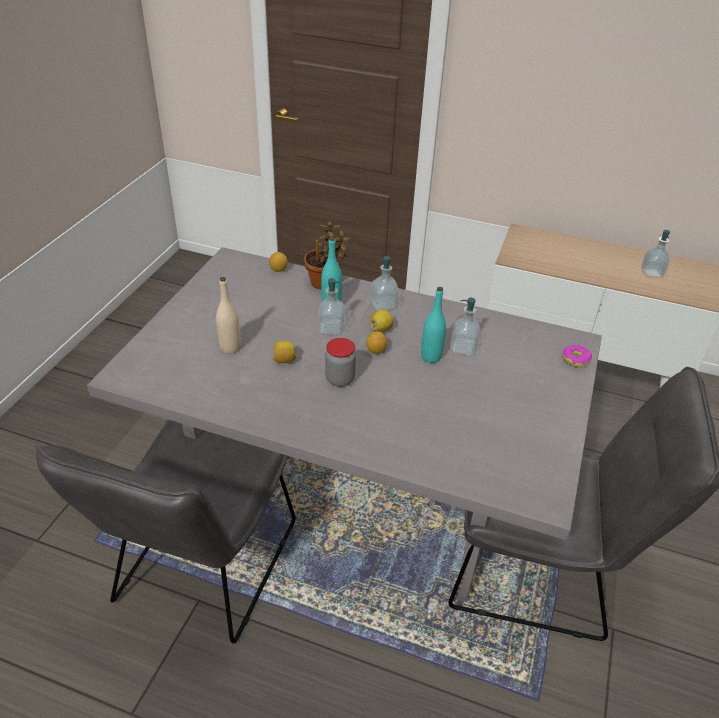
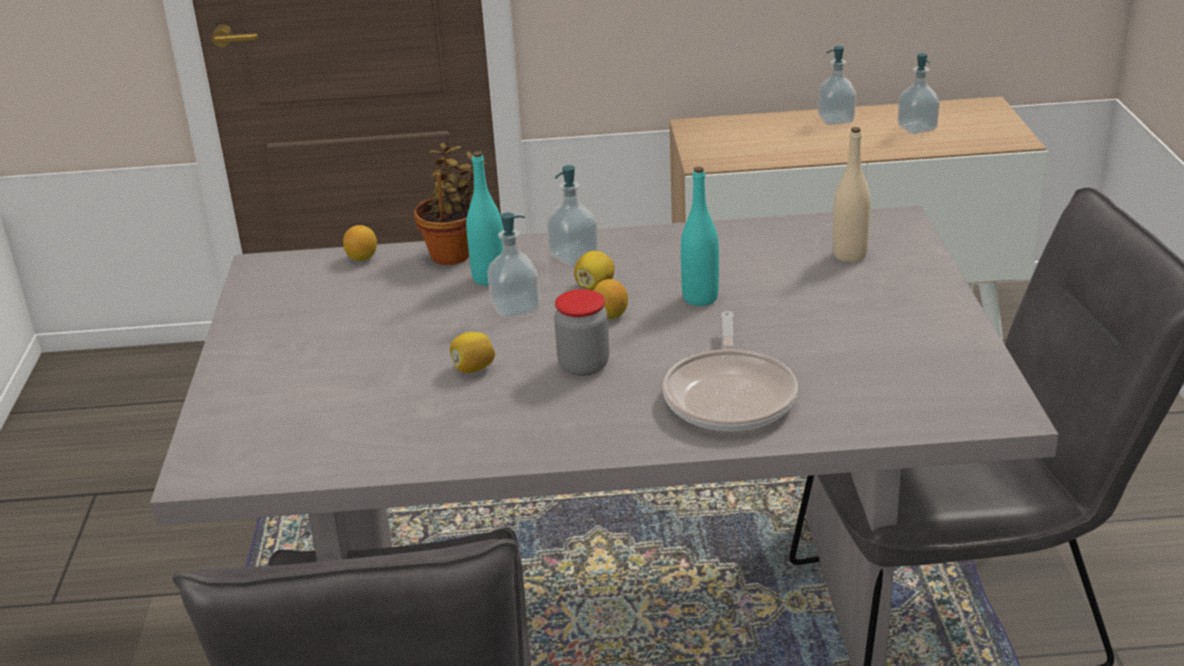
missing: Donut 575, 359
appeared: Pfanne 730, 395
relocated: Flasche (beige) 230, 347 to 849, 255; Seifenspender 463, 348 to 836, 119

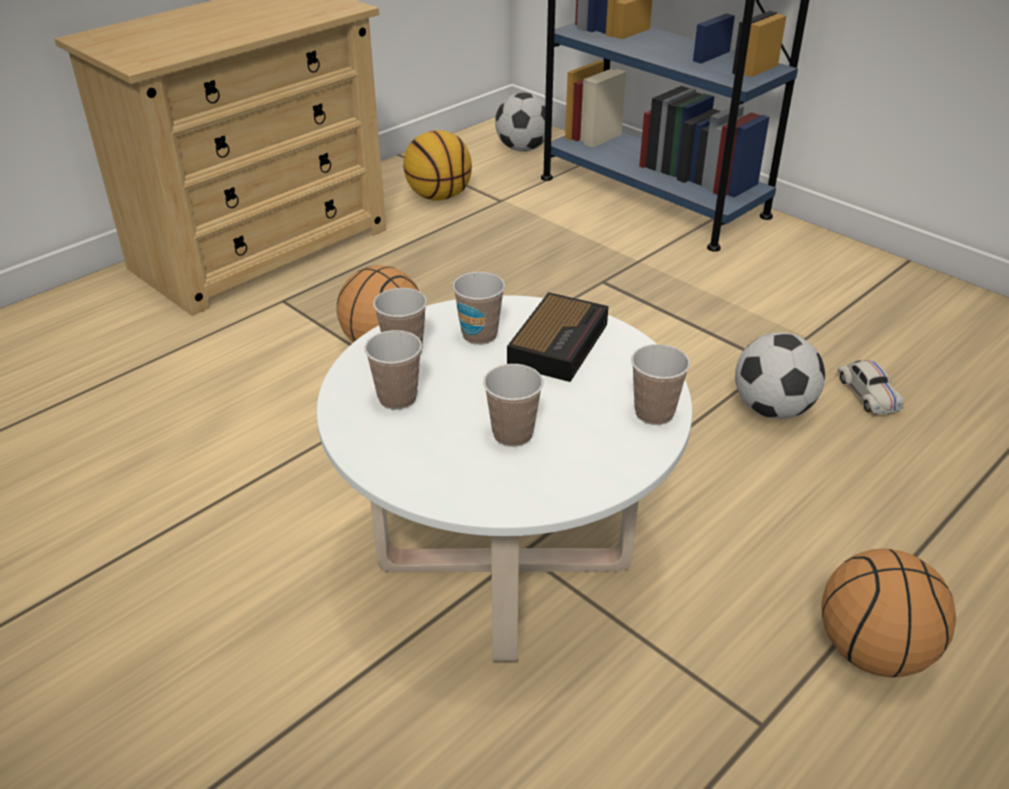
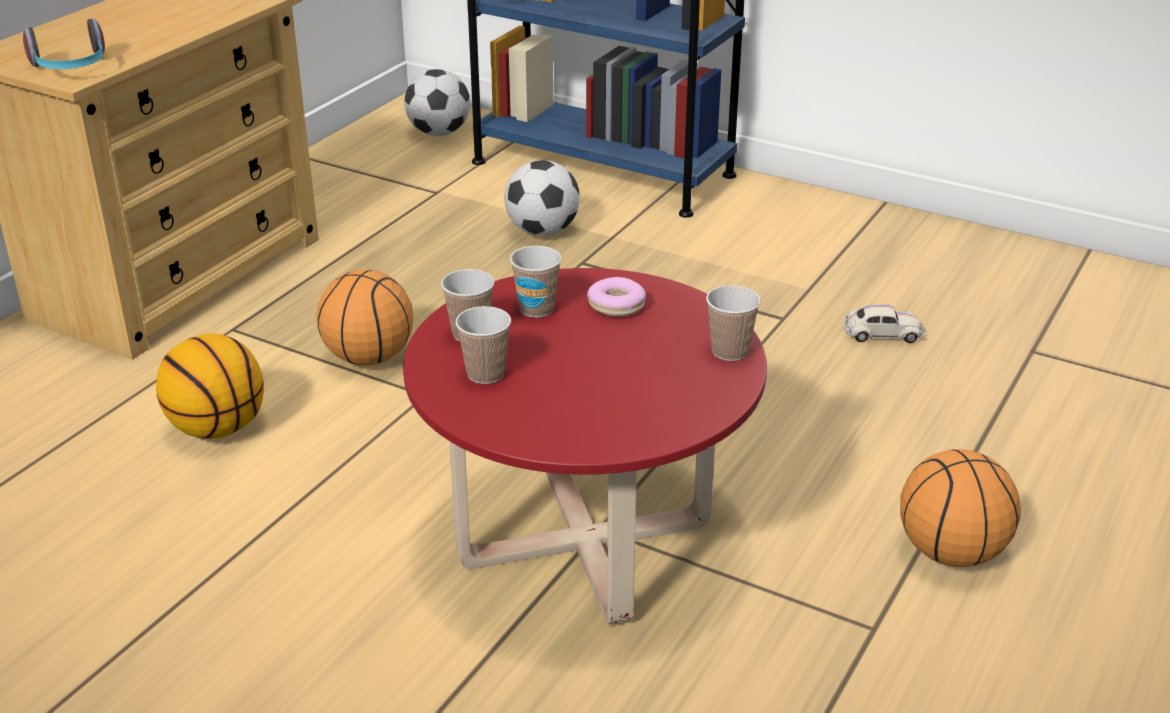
missing: Tasse 512, 434
appeared: Kopfhörer 71, 68
relocated: Basketball 439, 196 to 217, 428; Fußball 772, 409 to 542, 231
exchanged: Wecker 559, 343 to Donut 616, 305
colour: Couchtisch (weiß) 504, 563 to Couchtisch (rot) 584, 541
spun: Spielzeugauto (weiß) 868, 394 = 882, 334 60 degrees counterclockwise

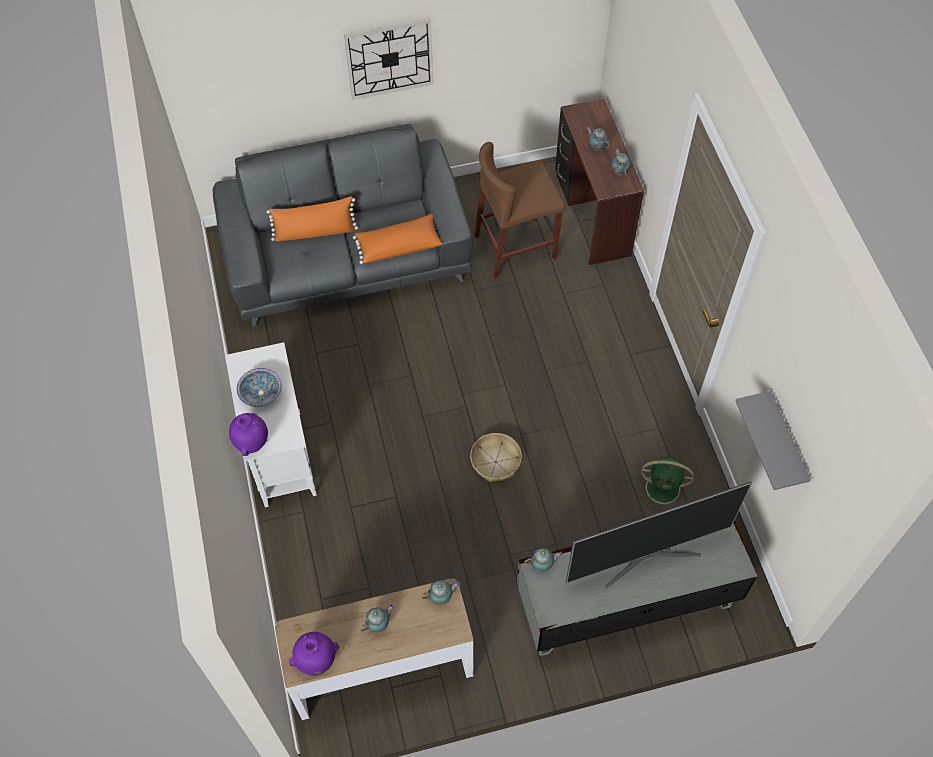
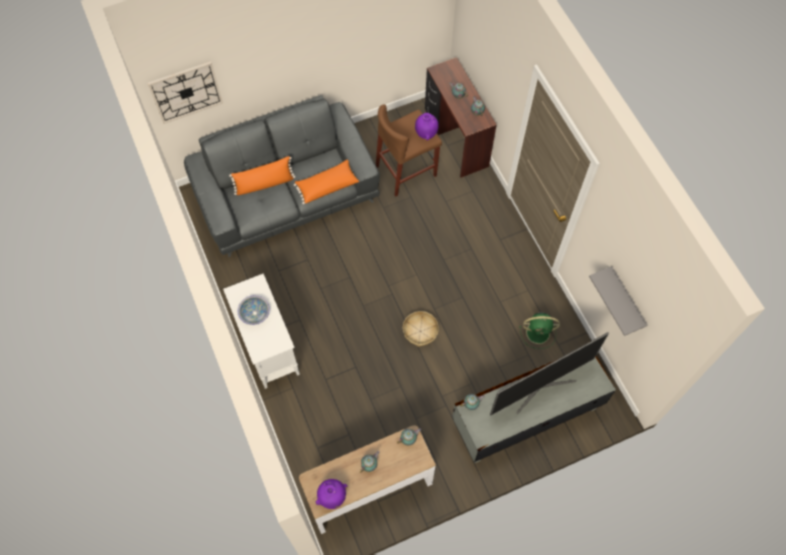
relocated: Wanduhr 389, 58 to 186, 92; Vase (lila) 251, 442 to 426, 133

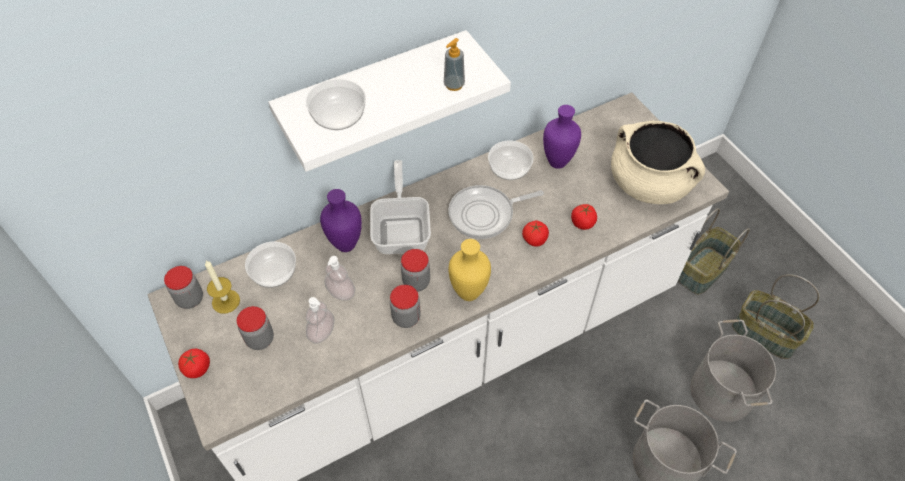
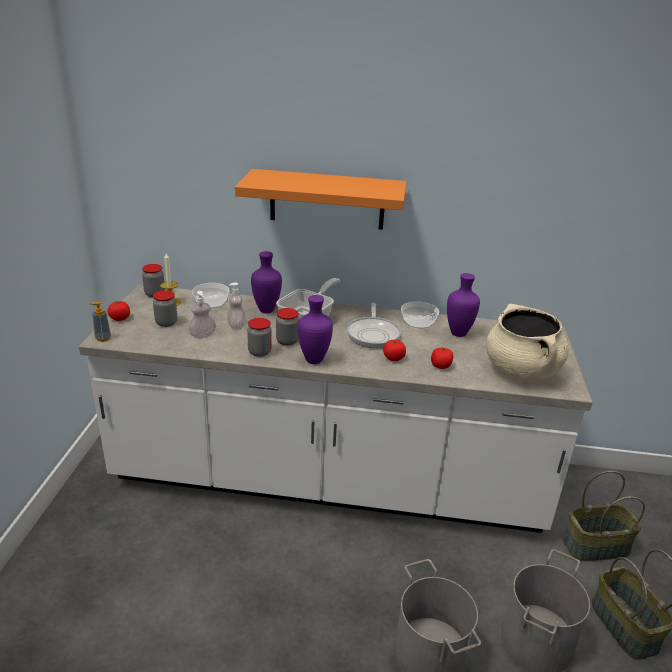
missing: Schüssel 338, 115
relocated: Seifenspender 454, 85 to 103, 338
colour: Wandregal (weiß) 374, 90 to Wandregal (orange) 327, 199; Vase (gelb) 469, 294 to Vase (lila) 313, 361
spun: Pfanne 485, 214 = 373, 334 105 degrees counterclockwise

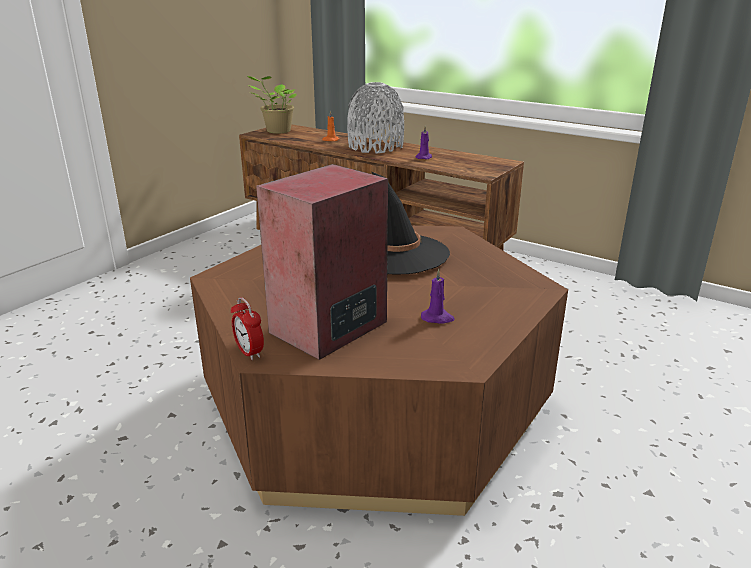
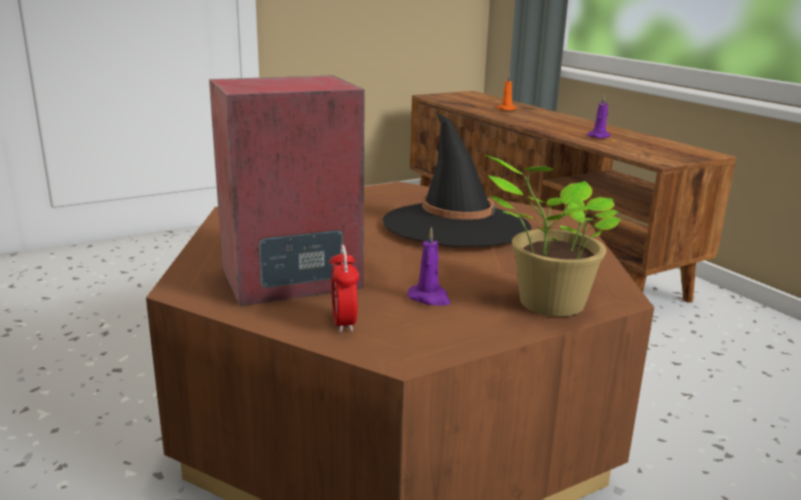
missing: Vase (grau) 375, 146
relocated: Topfpflanze 276, 131 to 546, 304; Wecker 249, 352 to 344, 323

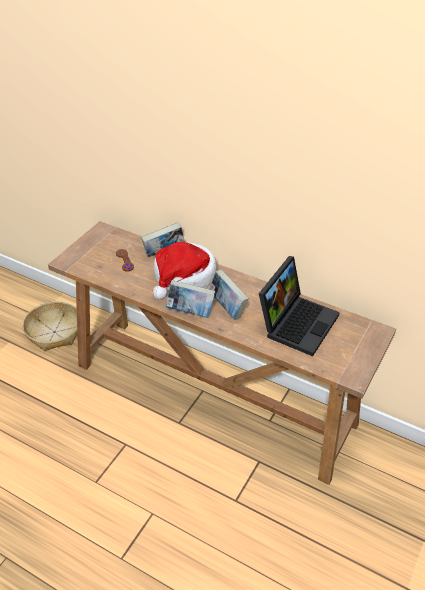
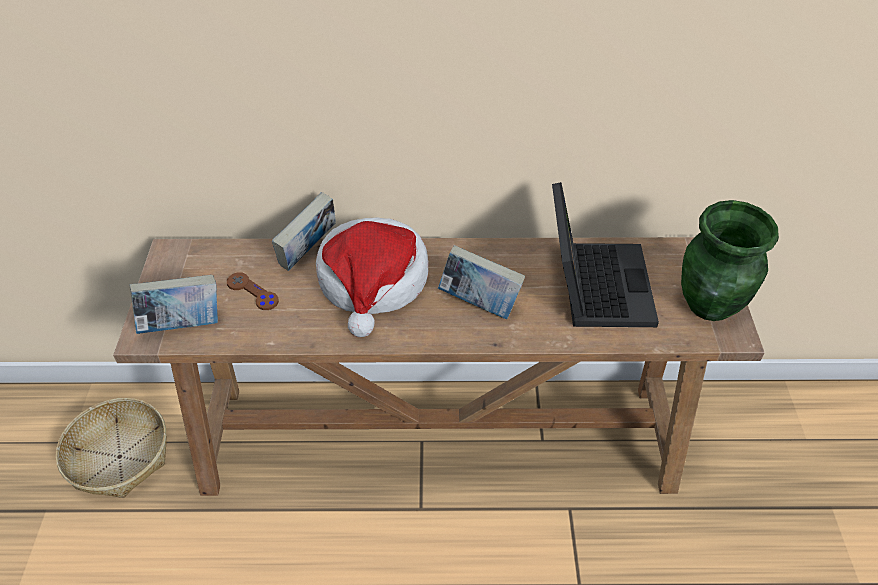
appeared: Vase (grün) 710, 305
relocated: Buch 190, 312 to 183, 325

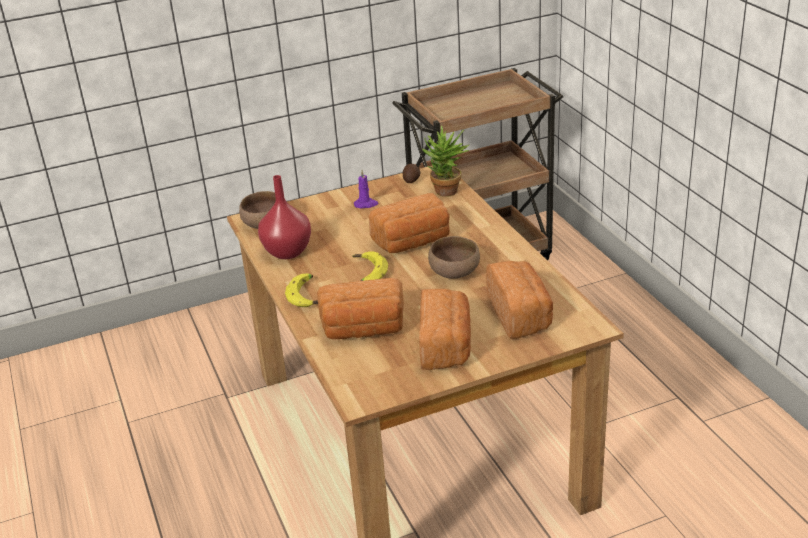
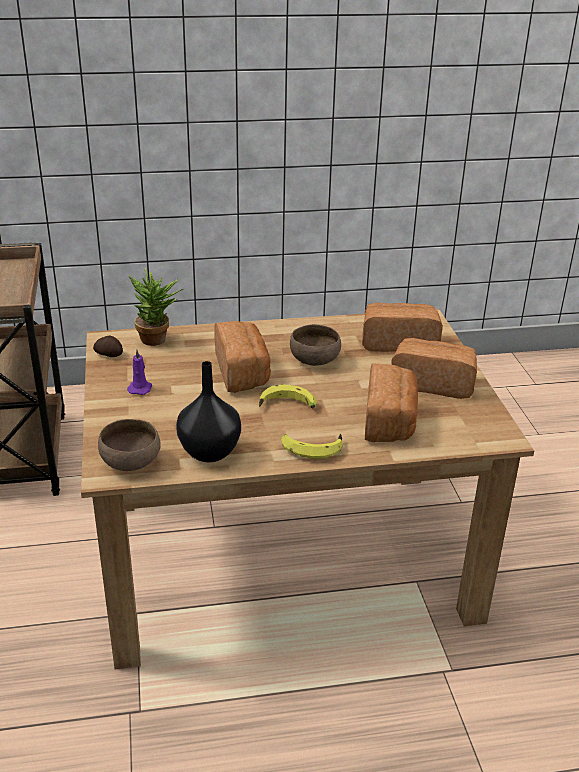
colour: Vase (rot) 287, 252 to Vase (schwarz) 210, 452

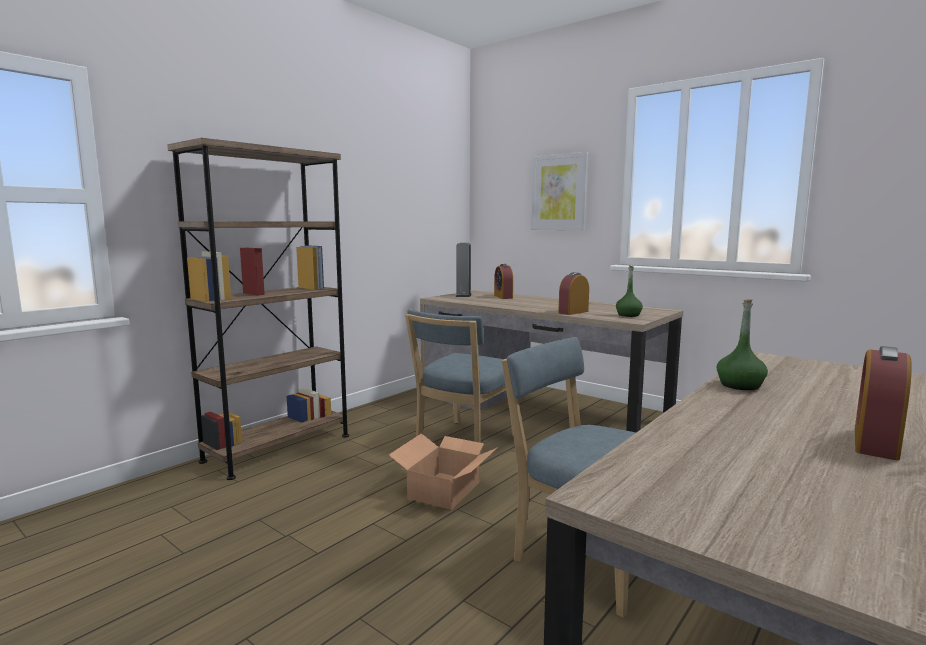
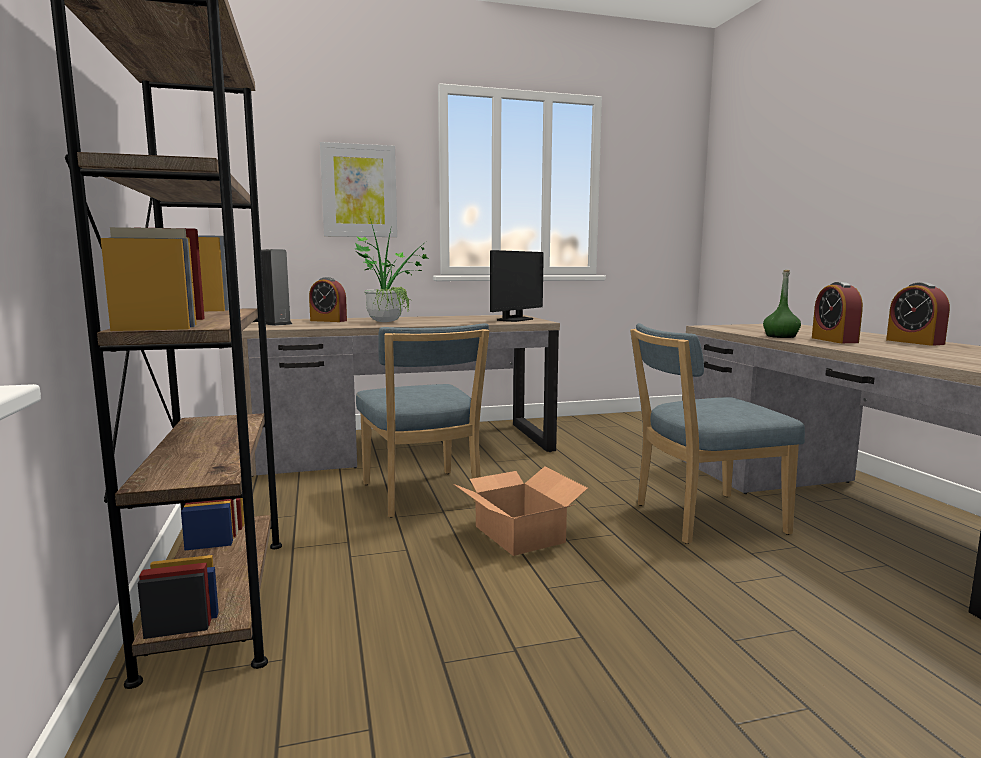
appeared: Topfpflanze 389, 321
relocated: Wecker 573, 312 to 834, 340
exchanged: Flasche (grün) 628, 315 to Monitor 515, 319

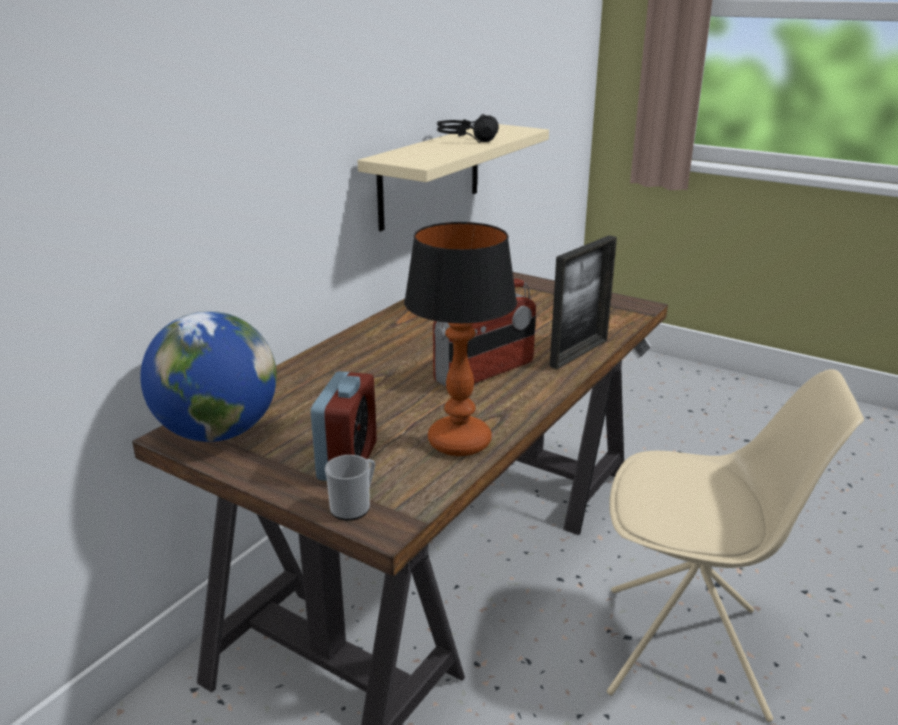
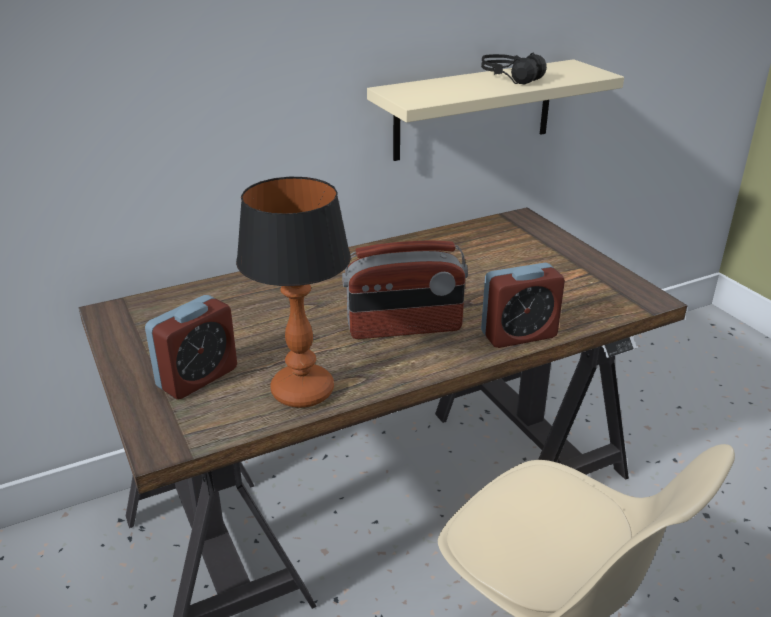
missing: Globus 218, 432; Henkelbecher 354, 507
exchanged: Bilderrahmen 579, 353 to Wecker 518, 335

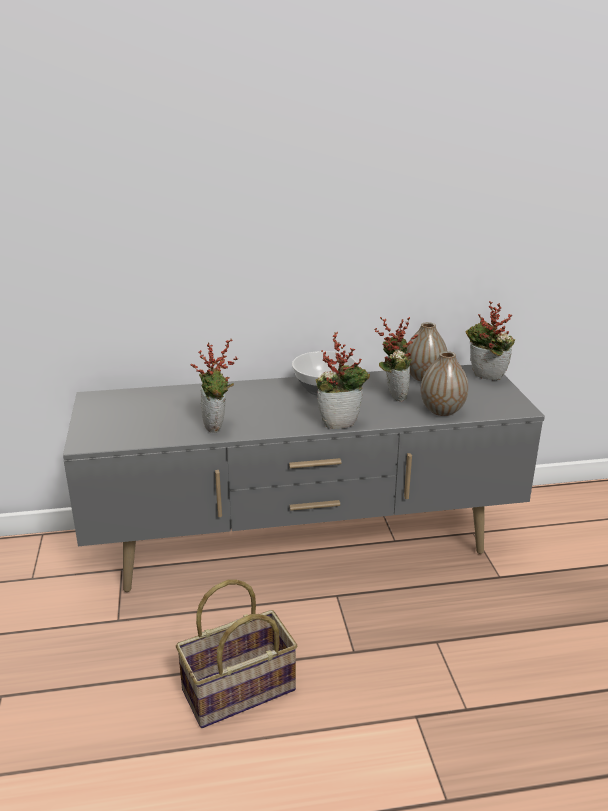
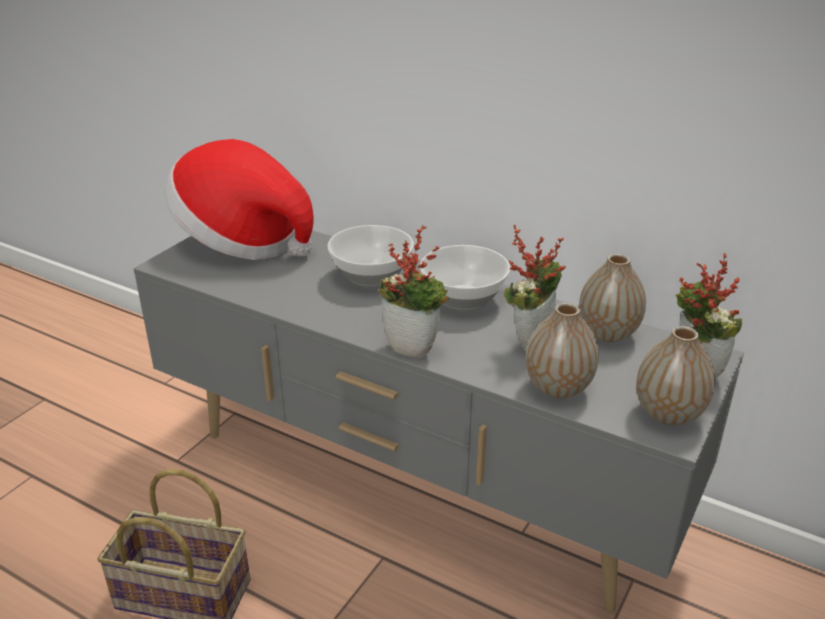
missing: Topfpflanze 217, 427
appeared: Hut 242, 240; Schüssel 370, 276; Vase 668, 413

